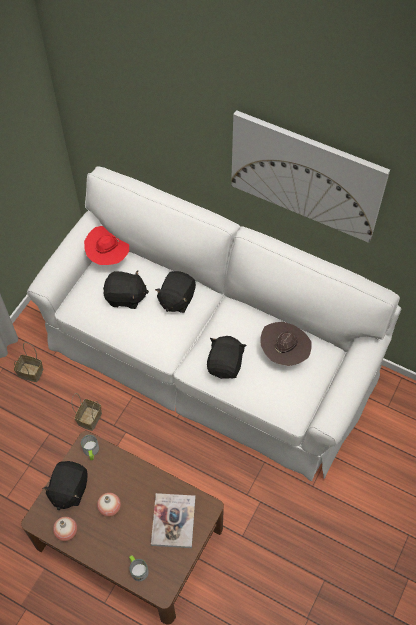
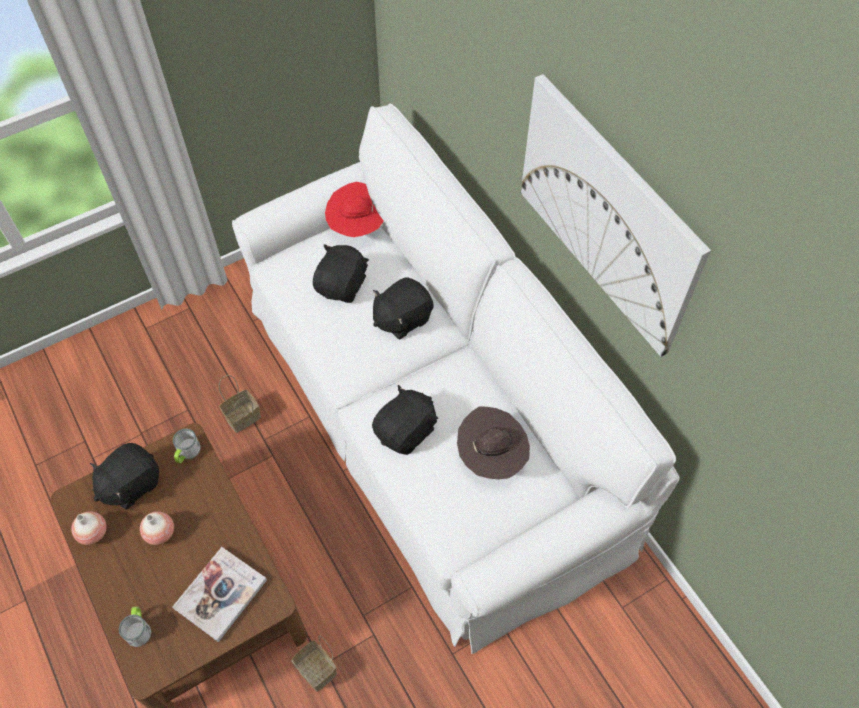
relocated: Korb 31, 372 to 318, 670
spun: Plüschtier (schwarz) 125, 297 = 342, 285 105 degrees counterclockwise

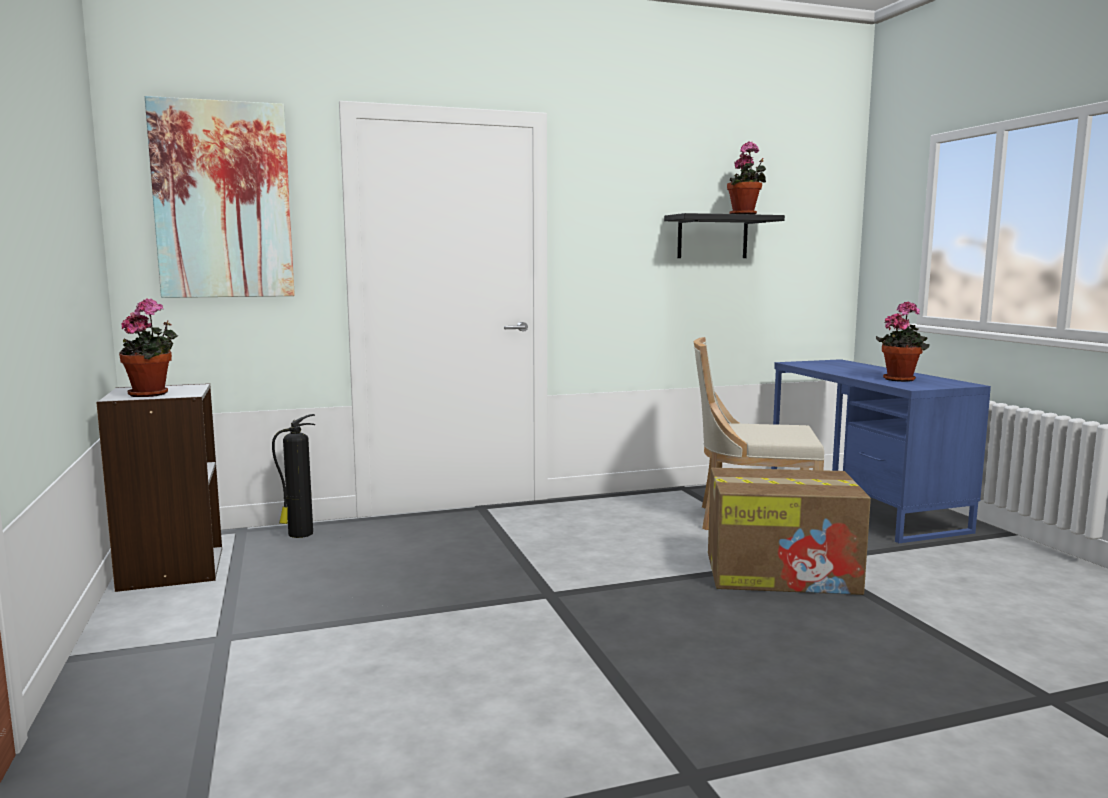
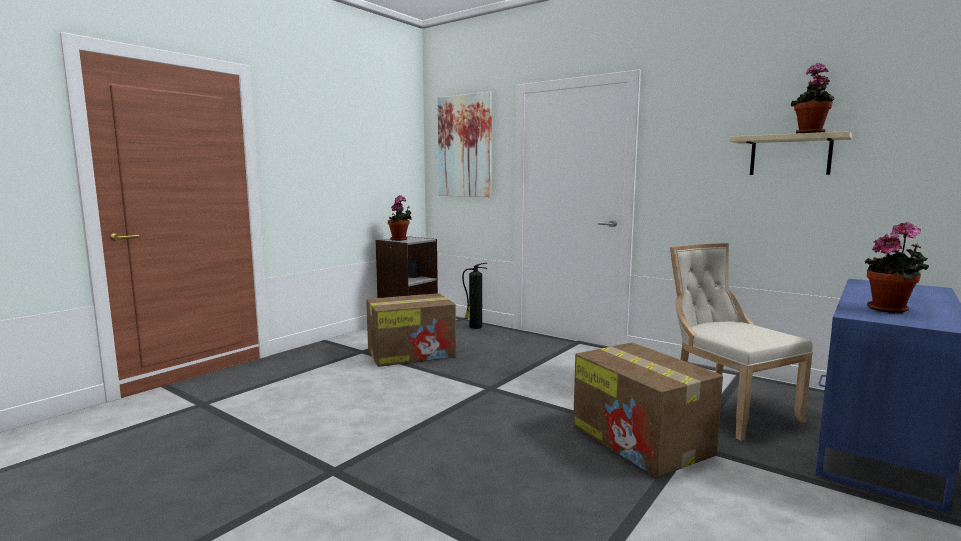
appeared: Karton 412, 353
colour: Wandregal (schwarz) 712, 237 to Wandregal (beige) 790, 155

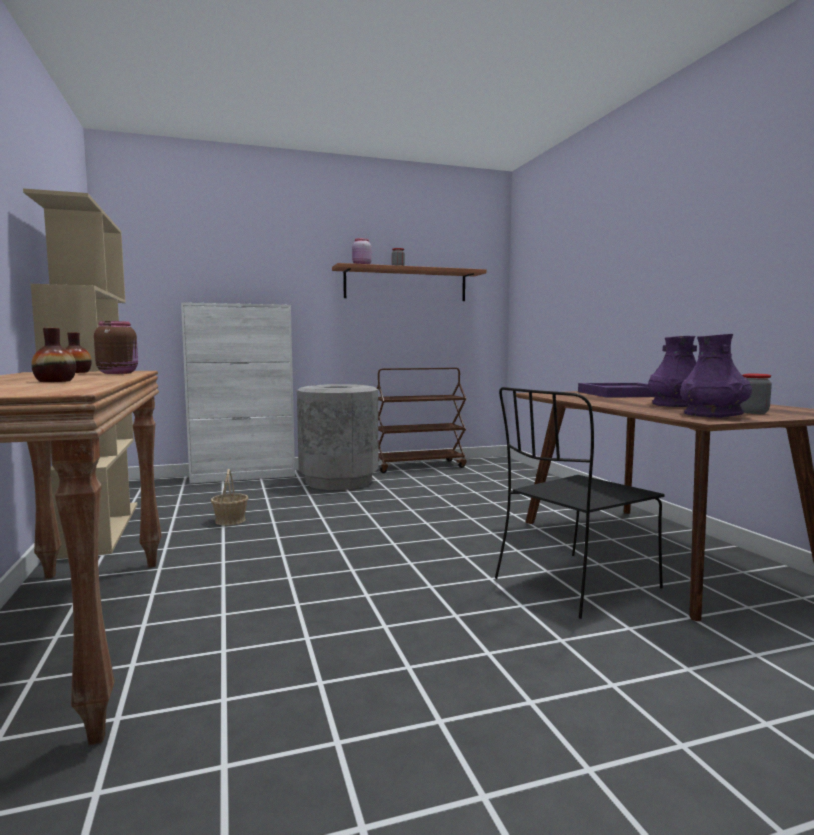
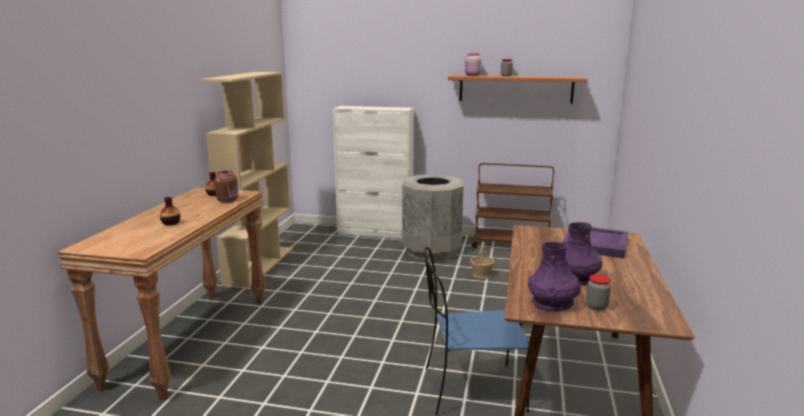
relocated: Korb 230, 520 to 481, 274
colour: Stuhl (schwarz) 574, 585 to Stuhl (blau) 471, 389

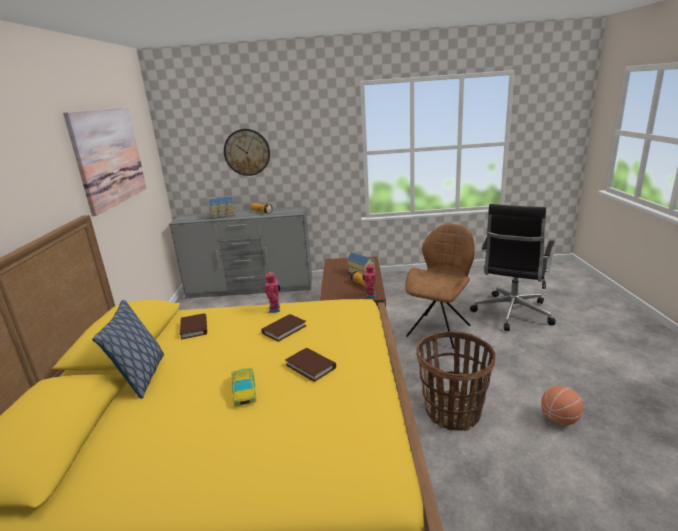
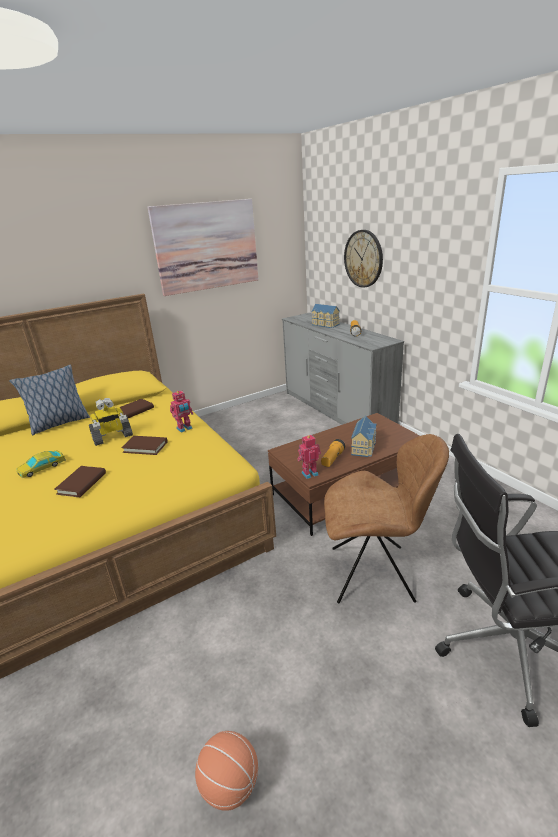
missing: Korb 453, 412
appeared: Spielzeugroboter 112, 437

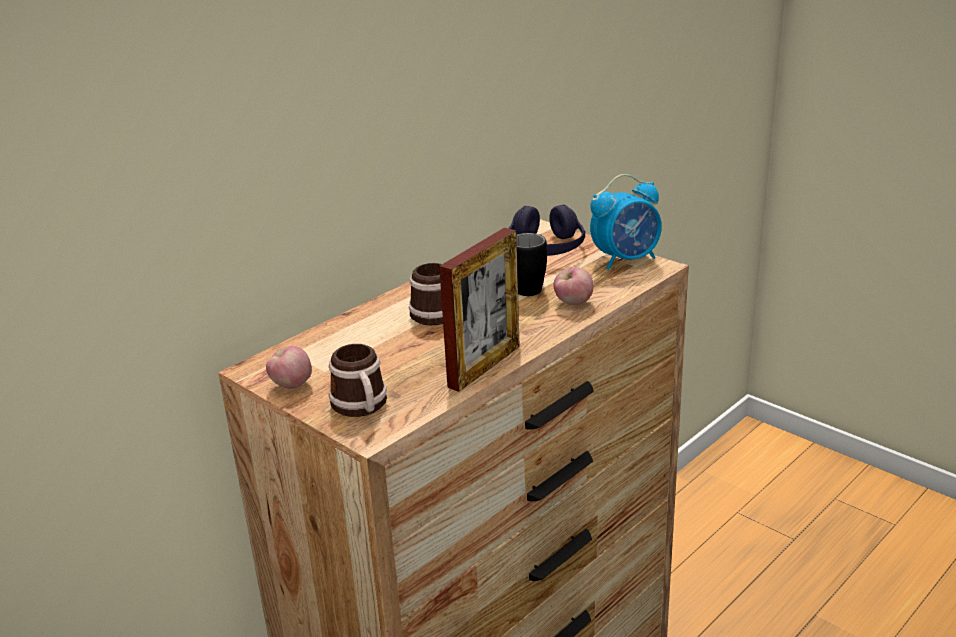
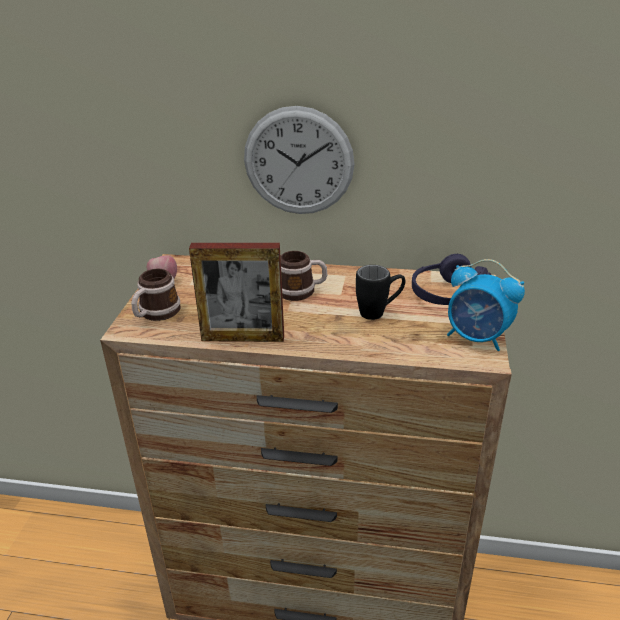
missing: Apfel 573, 303
appeared: Wanduhr 298, 162

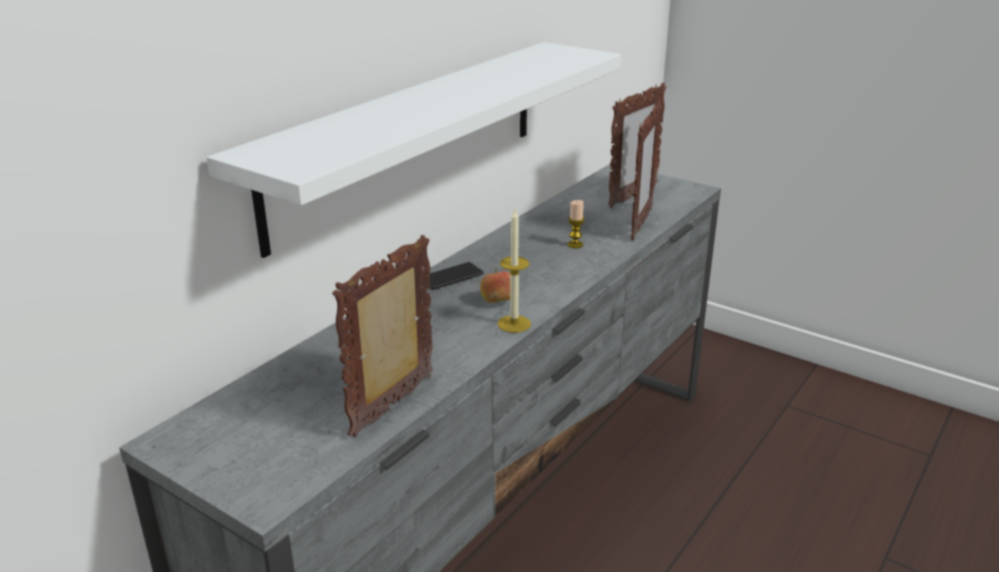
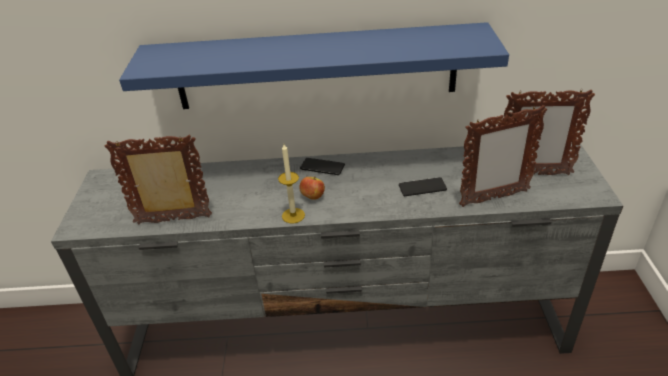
exchanged: Kerze 575, 245 to Handy 422, 187
colour: Wandregal (weiß) 411, 138 to Wandregal (blau) 316, 67

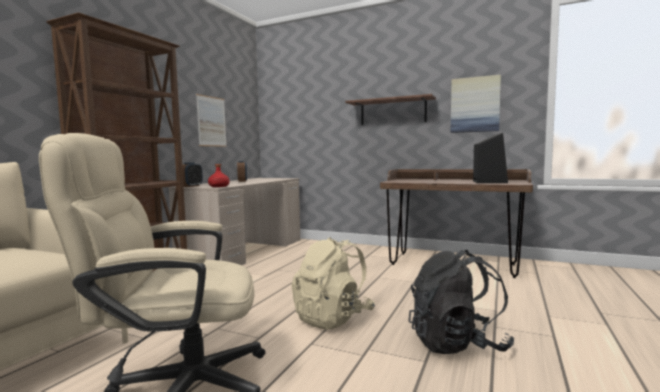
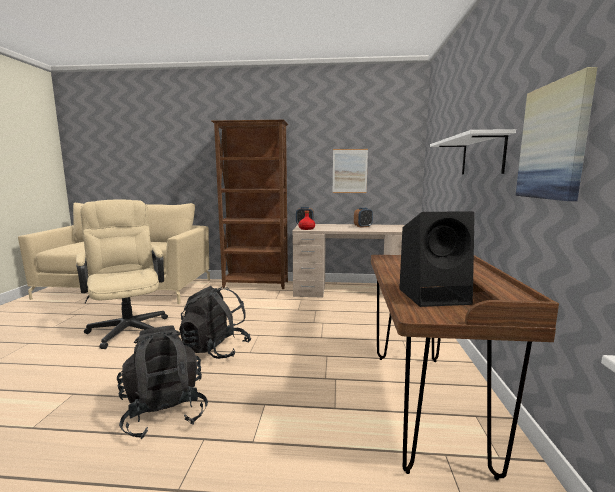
colour: Wandregal (braun) 393, 112 to Wandregal (weiß) 482, 156; Rucksack (beige) 333, 318 to Rucksack (schwarz) 215, 349

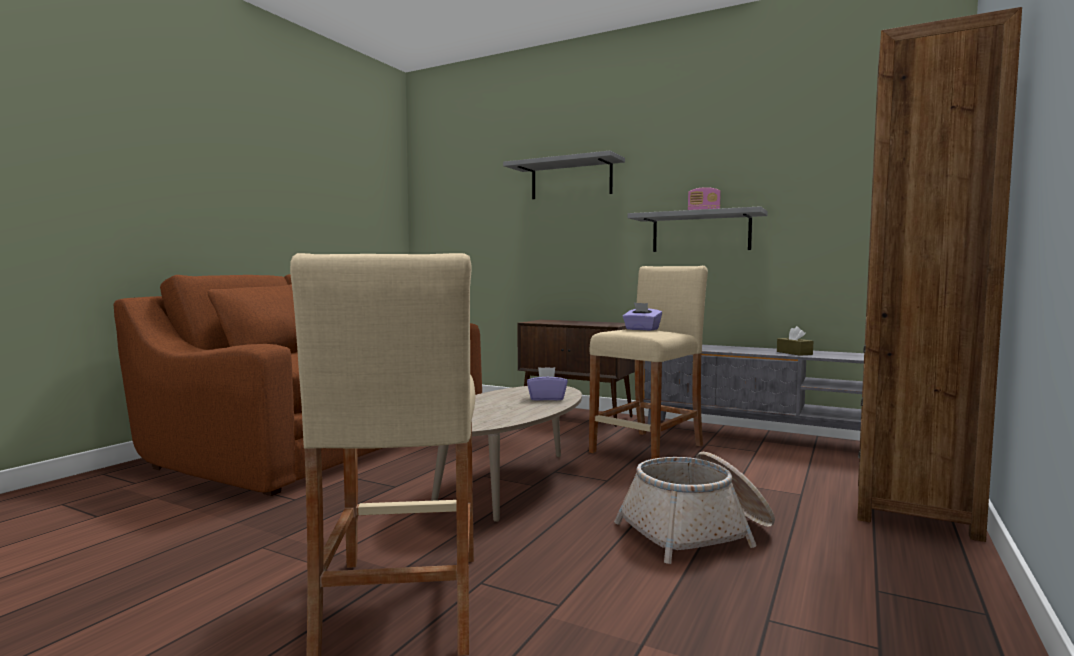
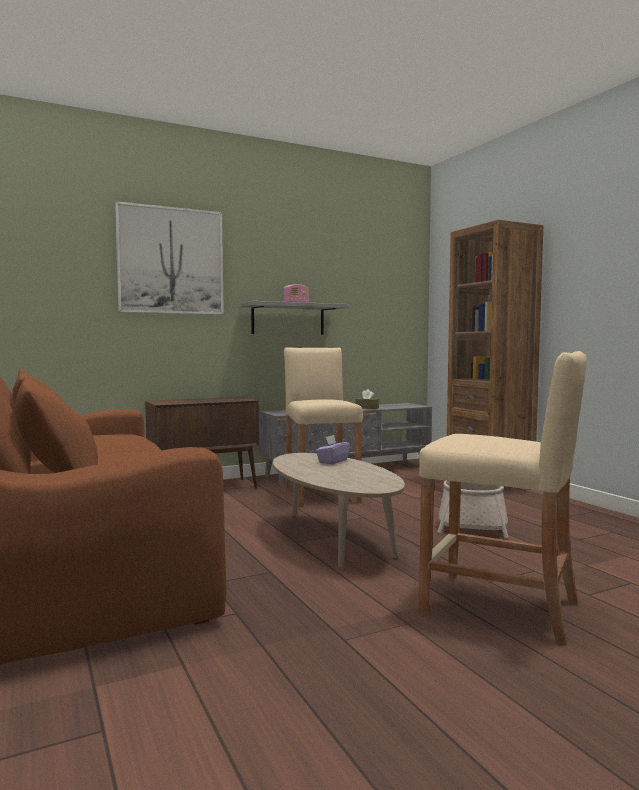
missing: Taschentuchbox (lila) 641, 329
exchanged: Wandregal (grau) 571, 179 to Bild 171, 261

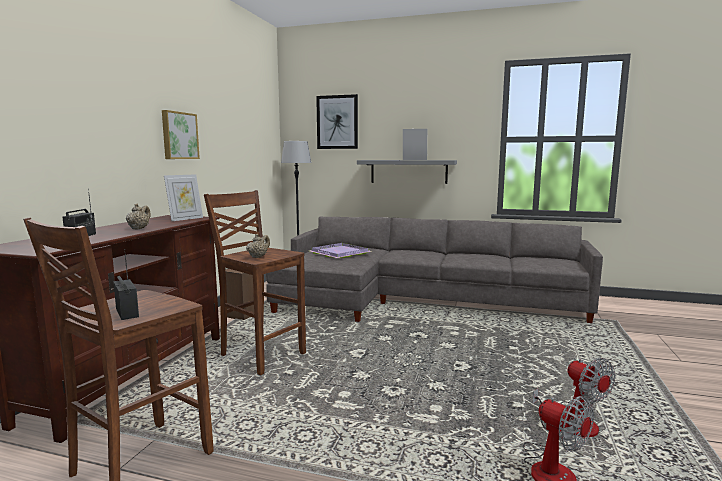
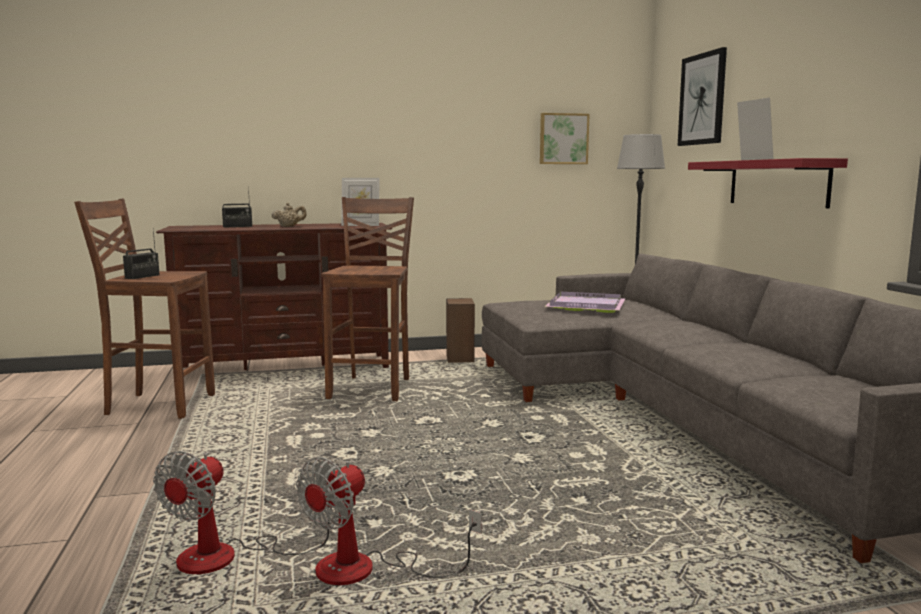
missing: Teekanne (beige) 258, 257
relocated: Bild 179, 135 to 563, 139
colour: Wandregal (grau) 408, 171 to Wandregal (rot) 777, 183

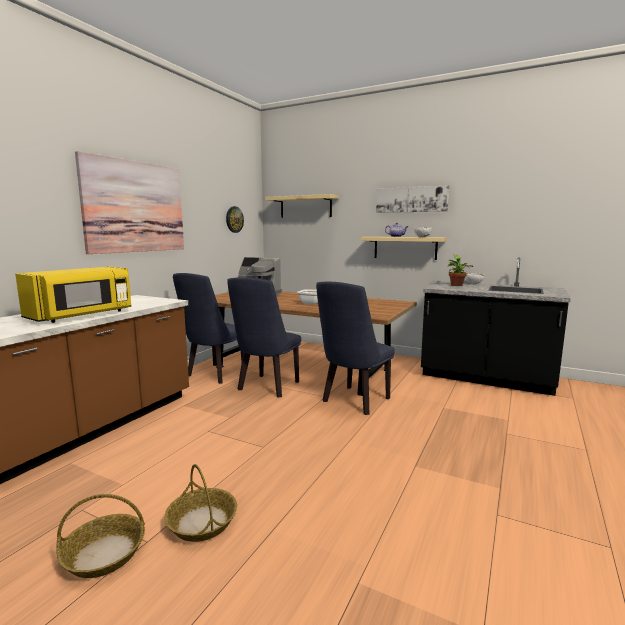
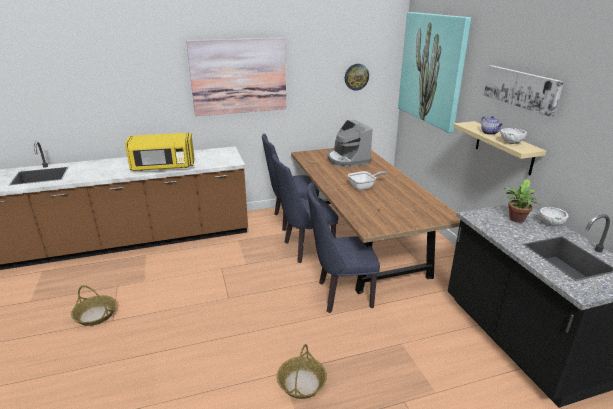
relocated: Korb 201, 522 to 301, 382
exchanged: Wandregal (beige) 305, 207 to Bild 432, 69

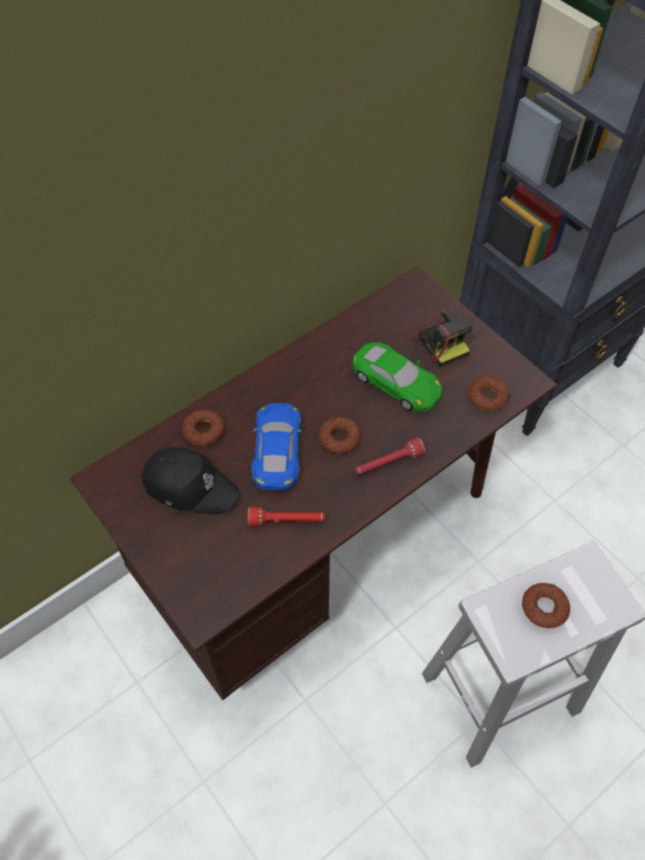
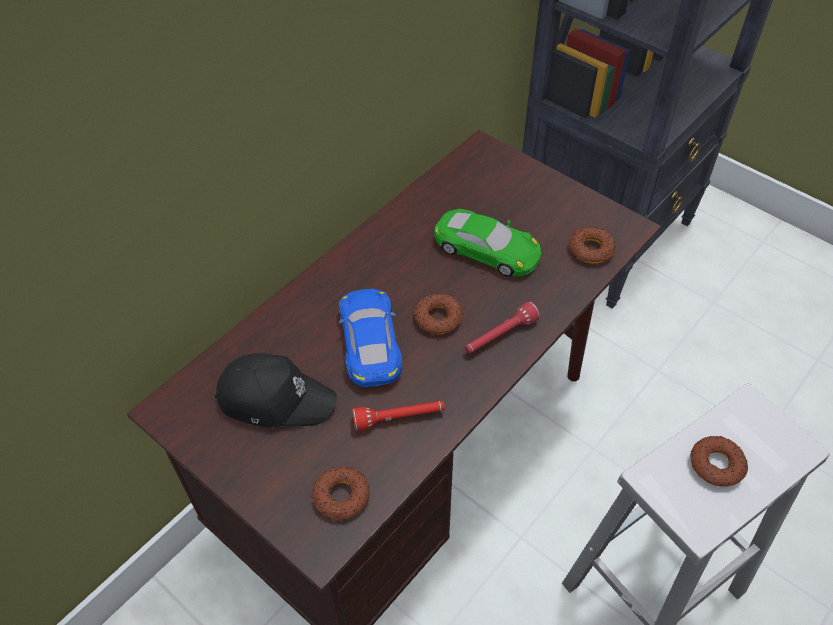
missing: Kamera 439, 340
relocated: Donut 204, 431 to 341, 496

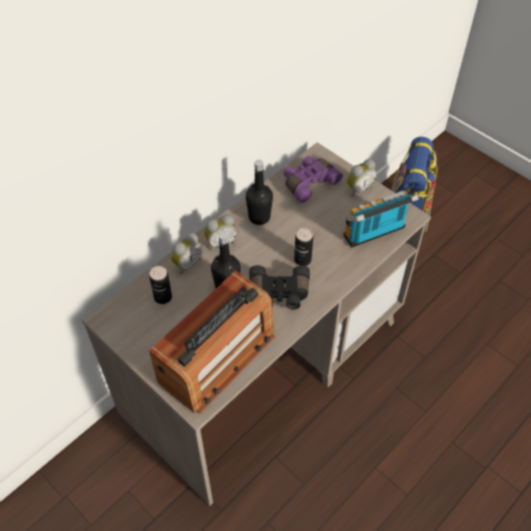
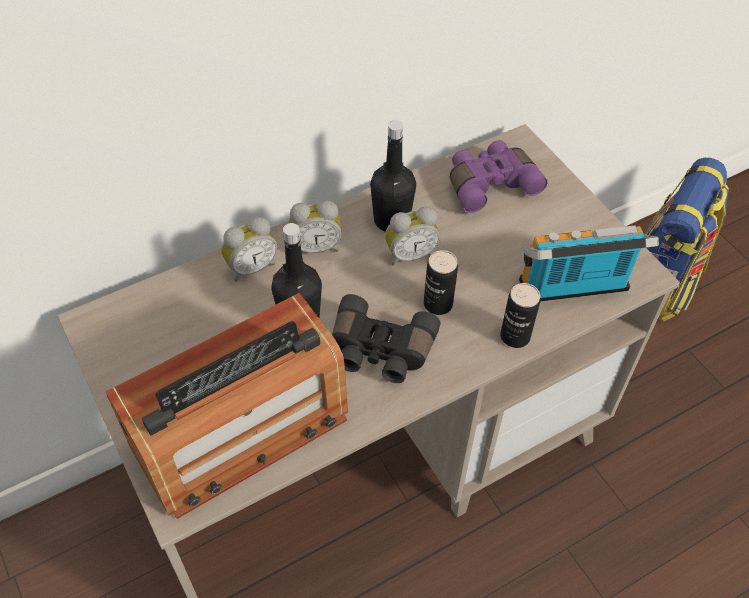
relocated: Wecker 358, 189 to 409, 254; Dose 163, 297 to 515, 336

